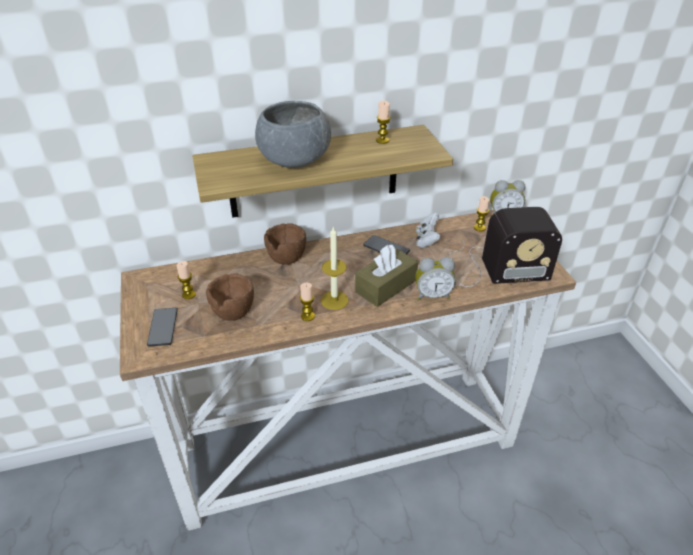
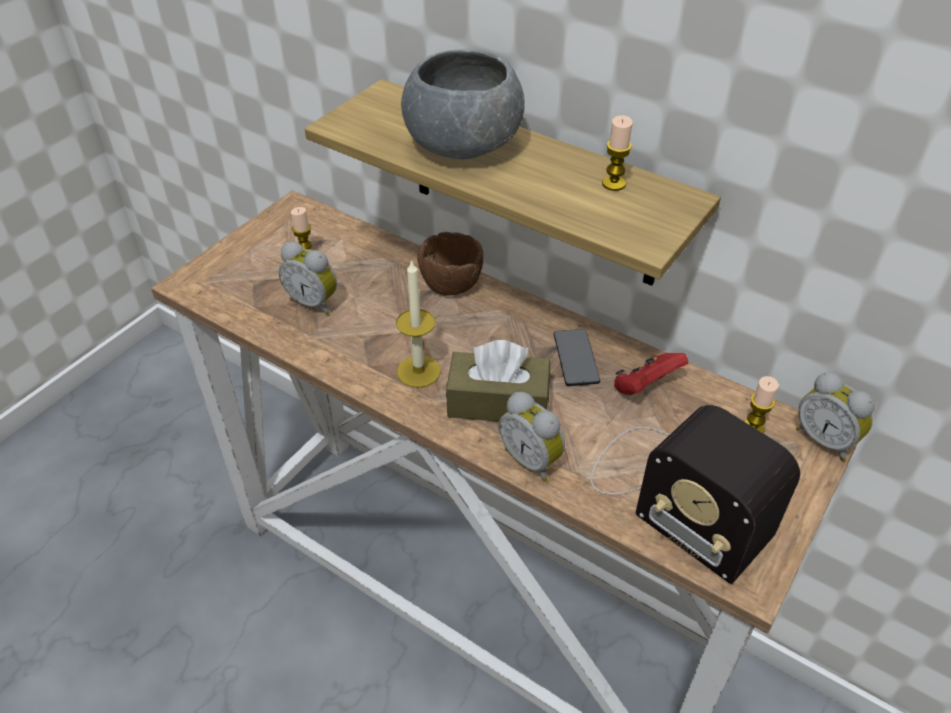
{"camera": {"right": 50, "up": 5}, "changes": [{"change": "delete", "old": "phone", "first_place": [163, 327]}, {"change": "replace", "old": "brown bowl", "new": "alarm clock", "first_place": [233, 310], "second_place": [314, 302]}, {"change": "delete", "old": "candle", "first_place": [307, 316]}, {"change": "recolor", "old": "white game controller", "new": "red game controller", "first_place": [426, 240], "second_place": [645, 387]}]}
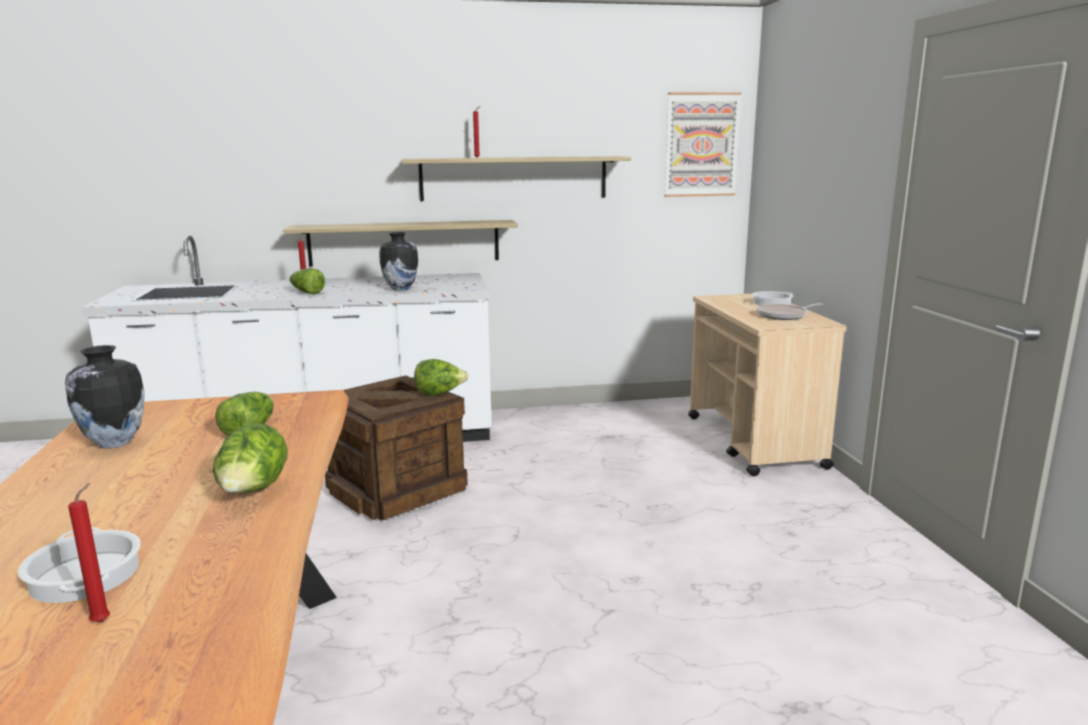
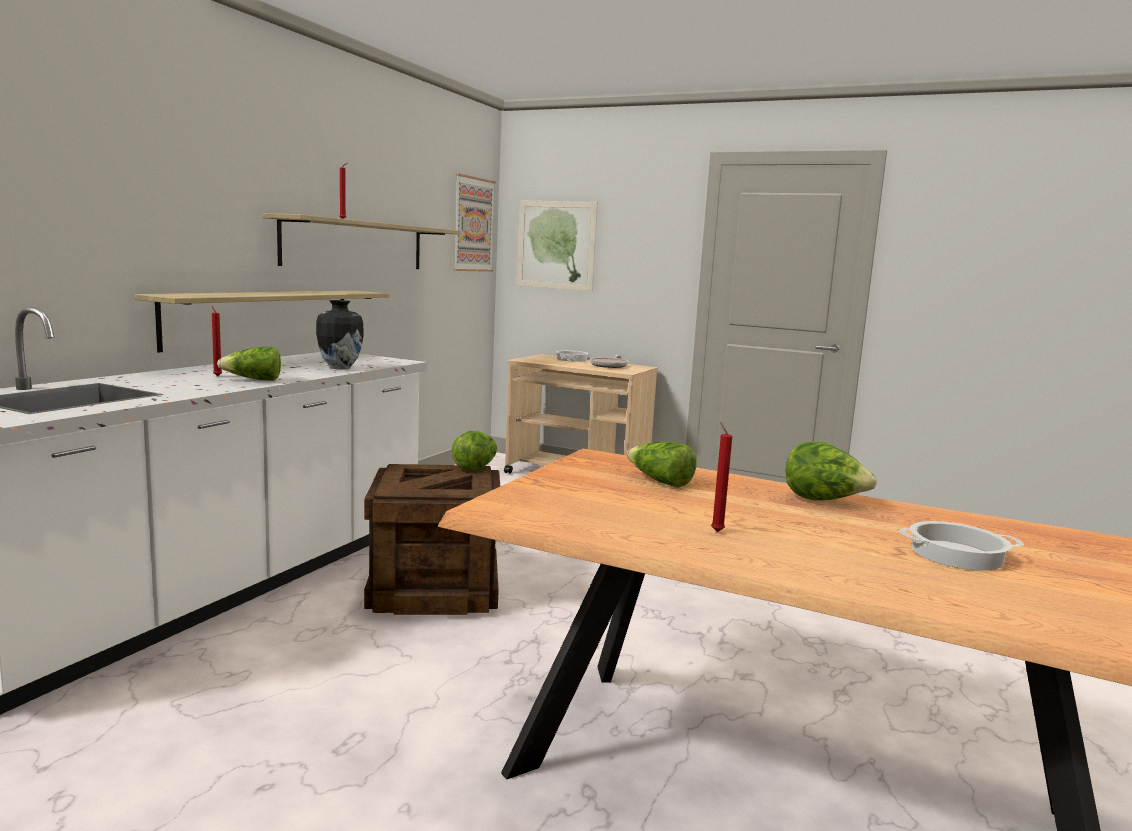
{"camera": {"right": -55, "up": -5}, "changes": [{"change": "delete", "old": "vase", "first_place": [114, 443]}, {"change": "move", "old": "red candle", "first_place": [104, 621], "second_place": [716, 531]}, {"change": "insert", "new": "picture", "second_place": [556, 245]}]}
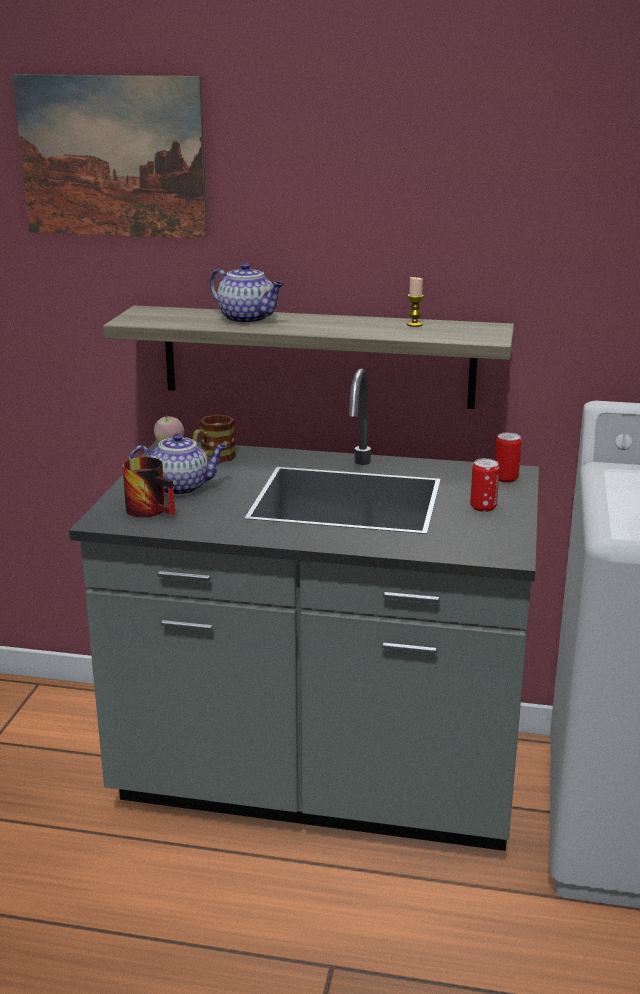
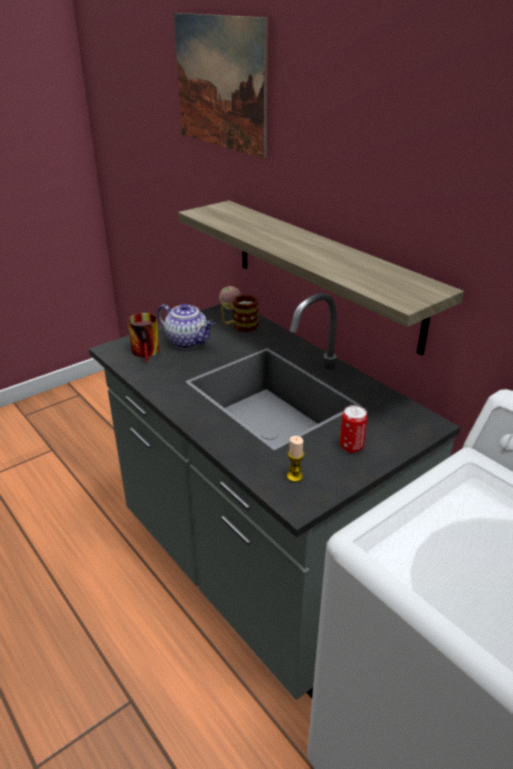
{"camera": {"right": 40, "up": 10}, "changes": [{"change": "delete", "old": "teapot", "first_place": [248, 319]}, {"change": "move", "old": "candle", "first_place": [414, 324], "second_place": [294, 476]}, {"change": "delete", "old": "can", "first_place": [506, 478]}]}
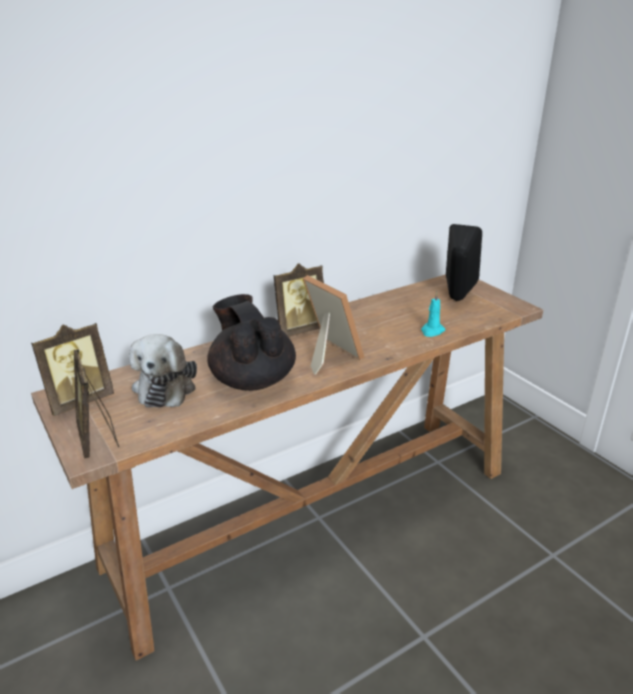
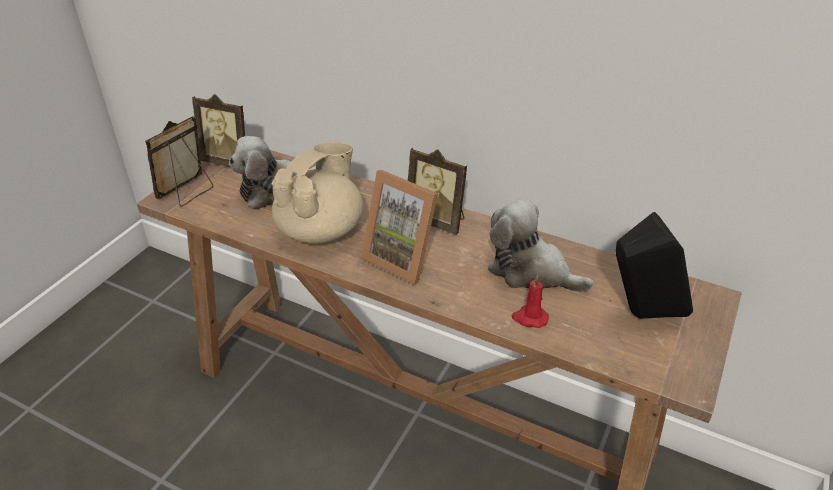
{"camera": {"right": 60, "up": 10}, "changes": [{"change": "recolor", "old": "black teapot", "new": "beige teapot", "first_place": [252, 380], "second_place": [321, 230]}, {"change": "rotate", "old": "picture frame", "first_place": [327, 355], "second_place": [403, 258], "degrees": 105}, {"change": "recolor", "old": "turquoise candle", "new": "red candle", "first_place": [432, 331], "second_place": [529, 318]}, {"change": "insert", "new": "plush toy", "second_place": [531, 271]}]}
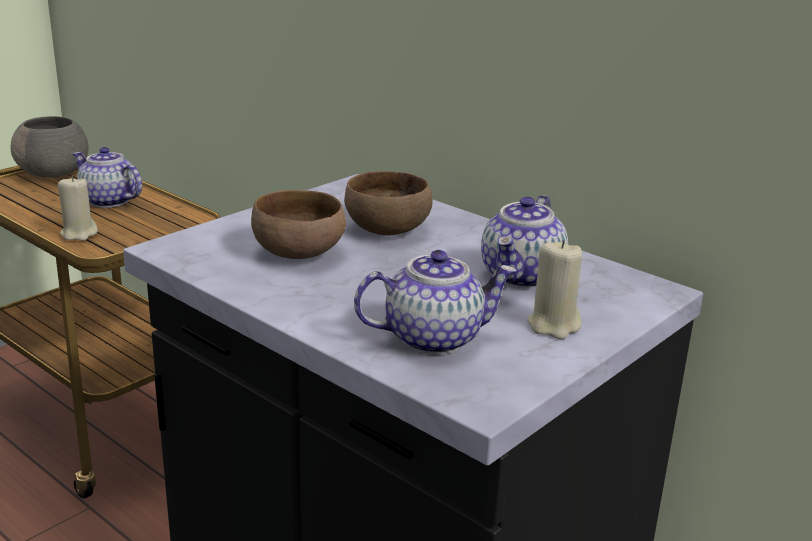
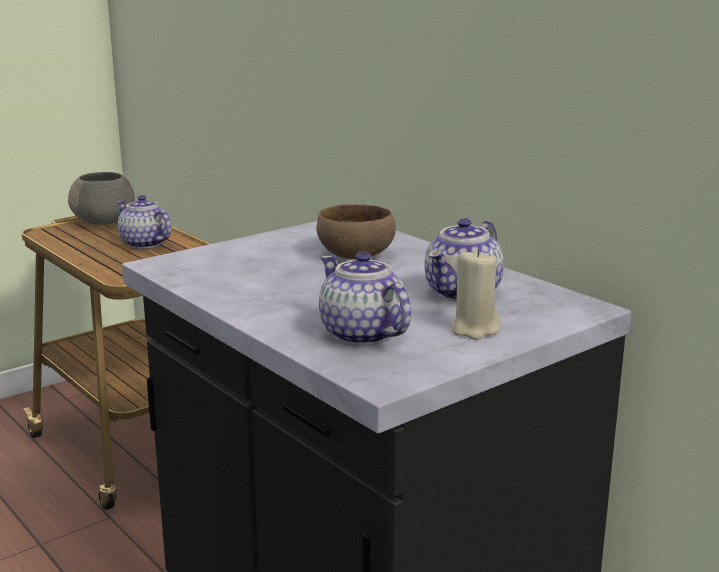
{"camera": {"right": 10, "up": -5}, "changes": [{"change": "delete", "old": "beige candle", "first_place": [79, 233]}, {"change": "delete", "old": "brown bowl", "first_place": [300, 253]}, {"change": "rotate", "old": "teapot", "first_place": [434, 337], "second_place": [361, 334], "degrees": -120}]}
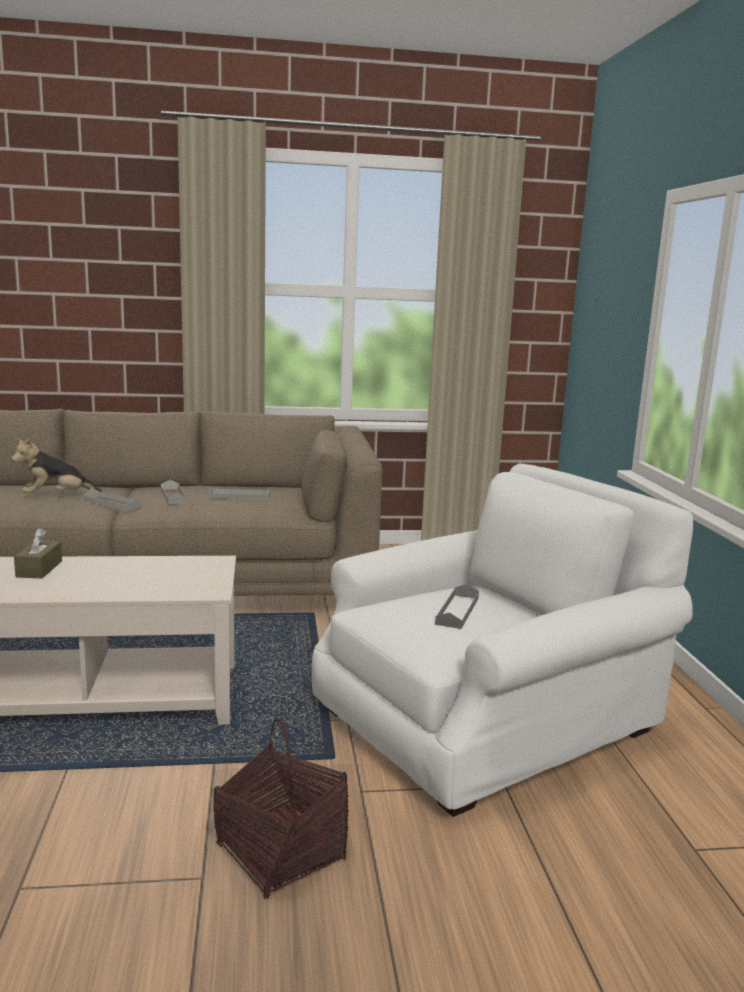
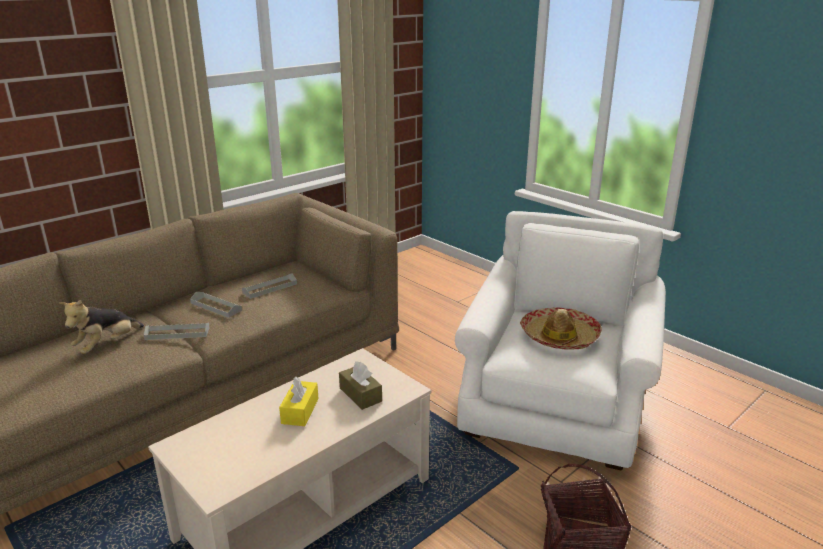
{"camera": {"right": -35, "up": 10}, "changes": [{"change": "move", "old": "brown tissue box", "first_place": [39, 569], "second_place": [360, 395]}, {"change": "replace", "old": "grey tray", "new": "hat", "first_place": [457, 611], "second_place": [559, 337]}, {"change": "insert", "new": "yellow tissue box", "second_place": [300, 411]}]}
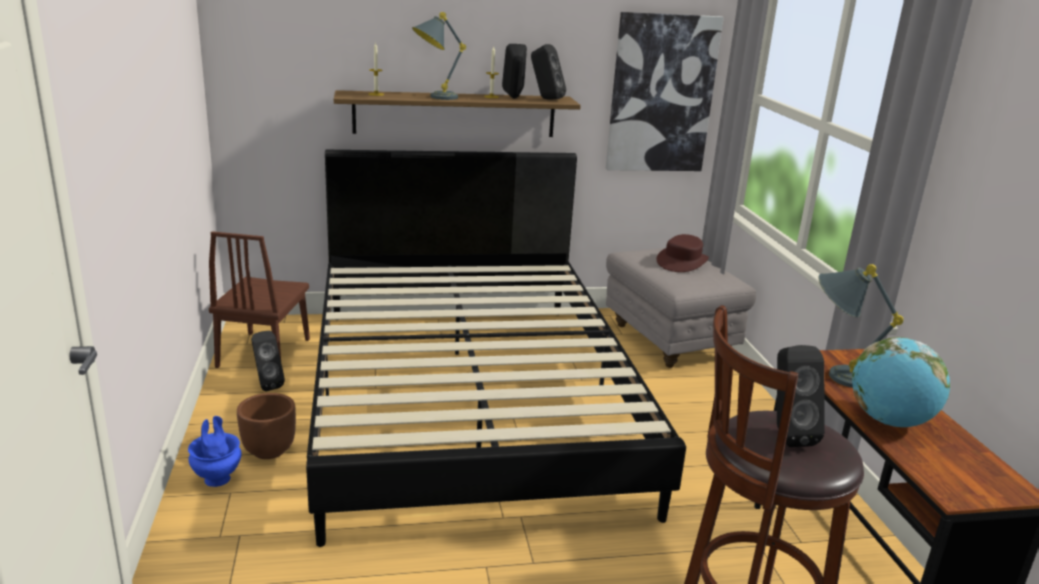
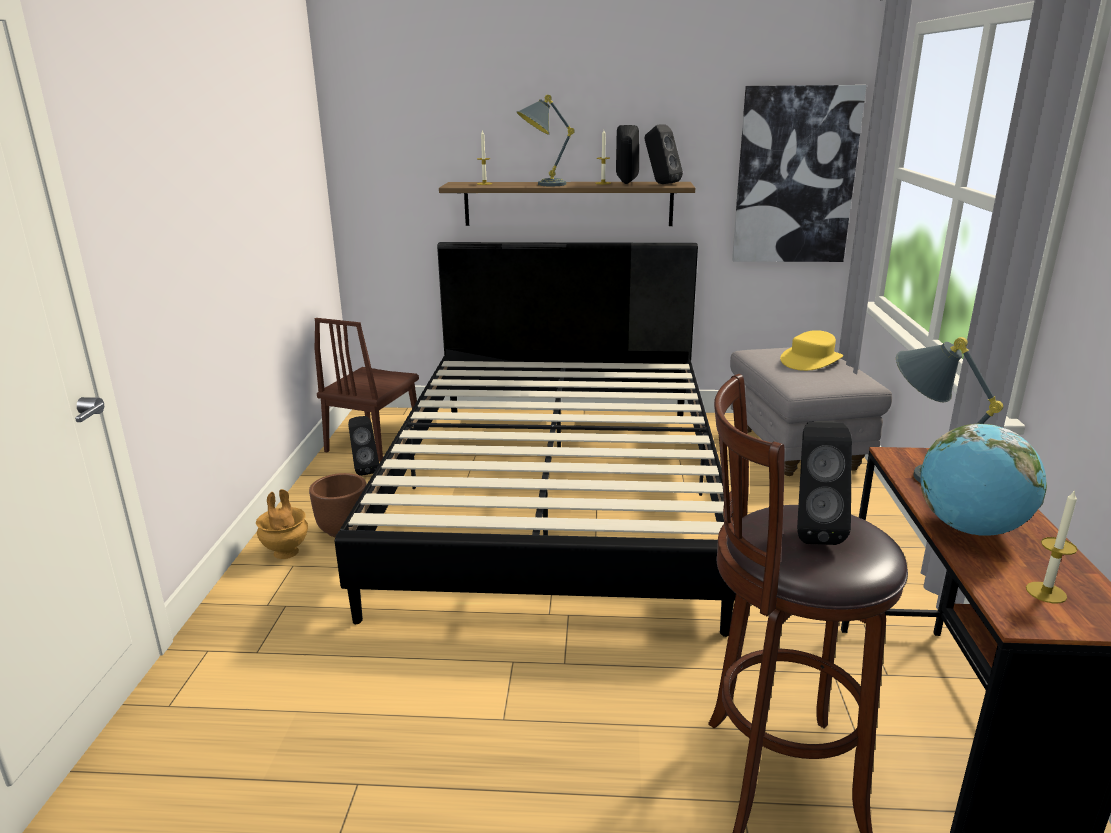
{"camera": {"right": 15, "up": 0}, "changes": [{"change": "recolor", "old": "blue vase", "new": "brown vase", "first_place": [218, 478], "second_place": [286, 552]}, {"change": "recolor", "old": "brown hat", "new": "yellow hat", "first_place": [682, 261], "second_place": [811, 360]}, {"change": "insert", "new": "candle", "second_place": [1046, 592]}]}
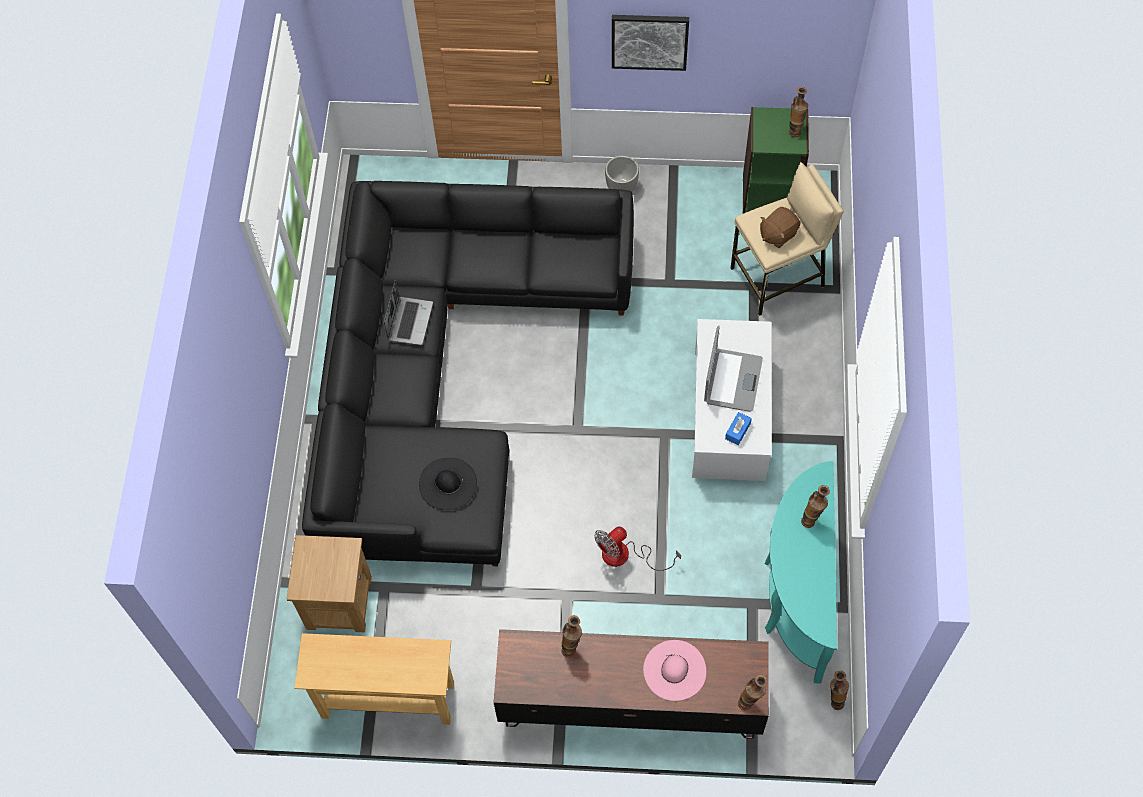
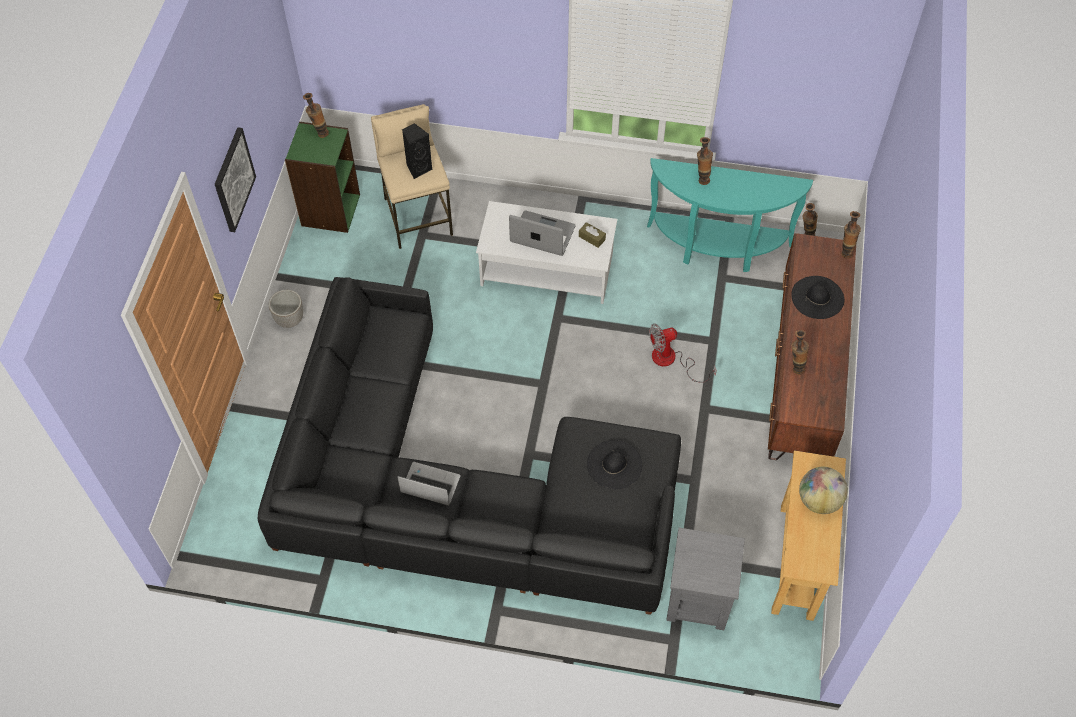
{"camera": {"right": -85, "up": -5}, "changes": [{"change": "recolor", "old": "brown side table", "new": "grey side table", "first_place": [339, 601], "second_place": [697, 599]}, {"change": "rotate", "old": "fan", "first_place": [625, 556], "second_place": [671, 360], "degrees": 105}, {"change": "recolor", "old": "pink hat", "new": "black hat", "first_place": [674, 670], "second_place": [817, 297]}, {"change": "recolor", "old": "blue tissue box", "new": "brown tissue box", "first_place": [737, 431], "second_place": [592, 238]}, {"change": "replace", "old": "brown plush toy", "new": "black speaker", "first_place": [777, 234], "second_place": [418, 168]}, {"change": "insert", "new": "globe", "second_place": [819, 500]}]}
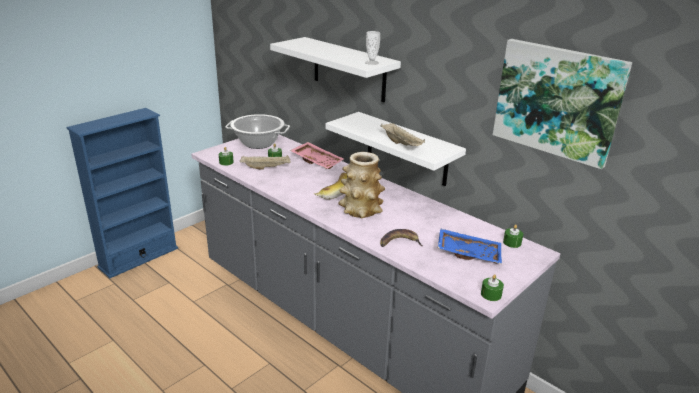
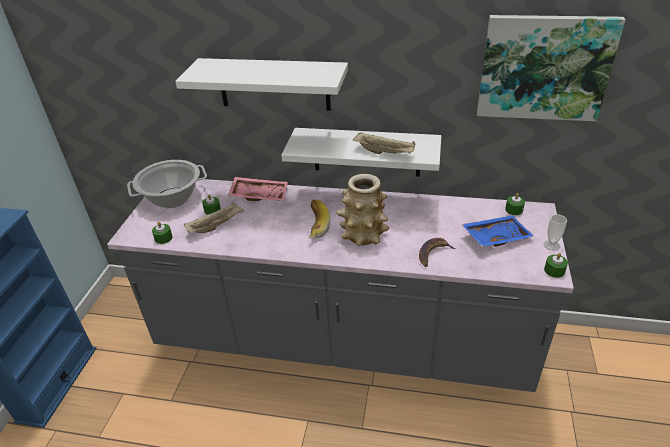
{"camera": {"right": -30, "up": 10}, "changes": [{"change": "move", "old": "cup", "first_place": [372, 62], "second_place": [551, 245]}]}
